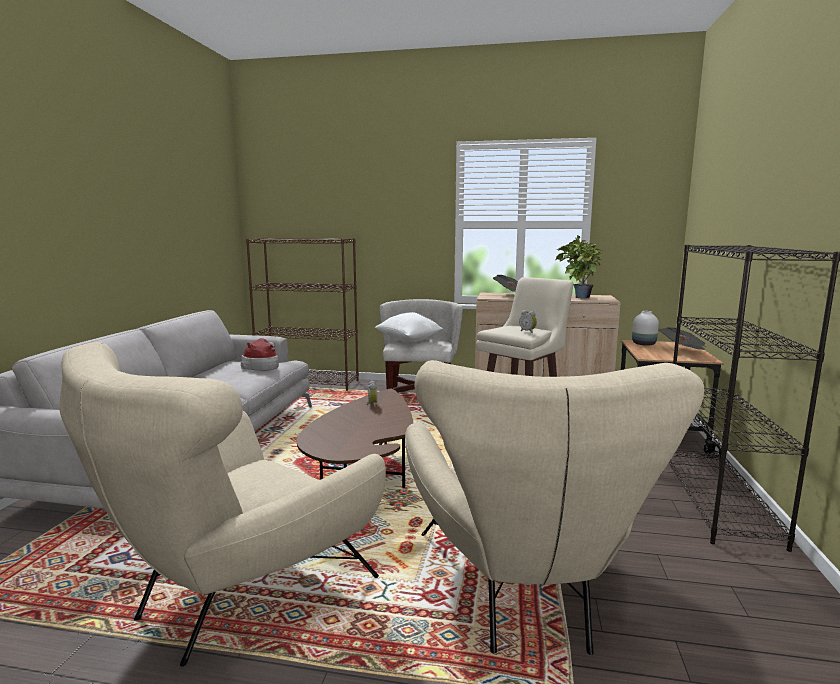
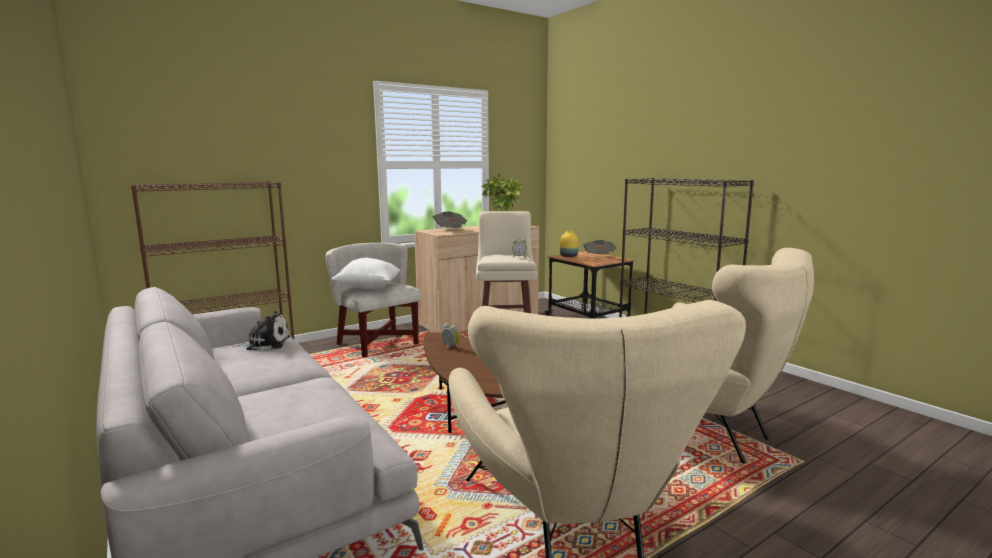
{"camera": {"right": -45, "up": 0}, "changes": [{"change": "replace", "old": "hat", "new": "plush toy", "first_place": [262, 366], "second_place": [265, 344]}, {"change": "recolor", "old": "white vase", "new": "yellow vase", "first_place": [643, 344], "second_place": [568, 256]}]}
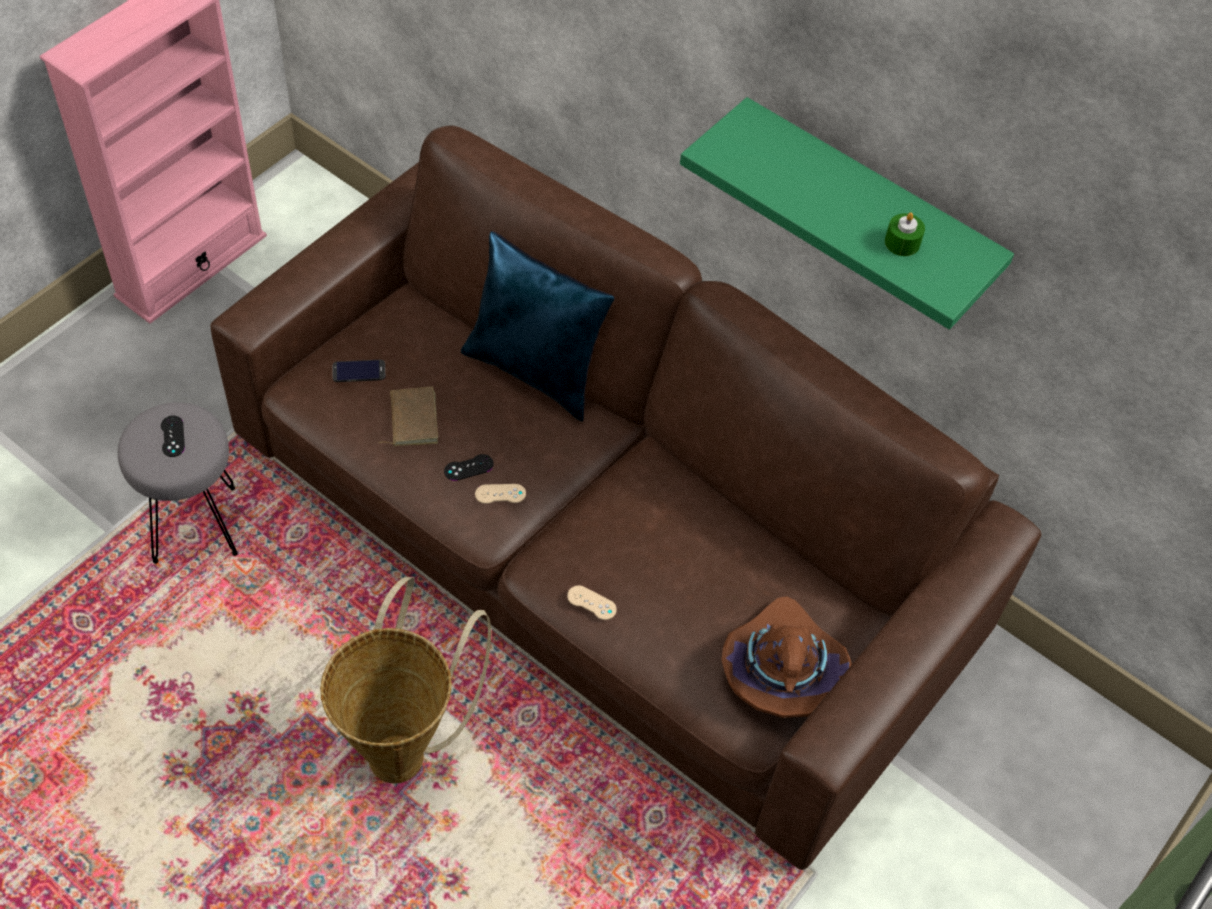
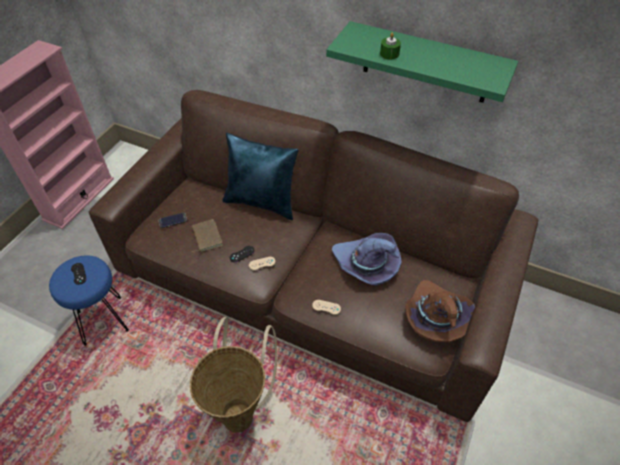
{"camera": {"right": -10, "up": -5}, "changes": [{"change": "recolor", "old": "grey stool", "new": "blue stool", "first_place": [196, 526], "second_place": [104, 321]}, {"change": "move", "old": "green candle", "first_place": [902, 242], "second_place": [389, 54]}, {"change": "insert", "new": "purple hat", "second_place": [366, 265]}]}
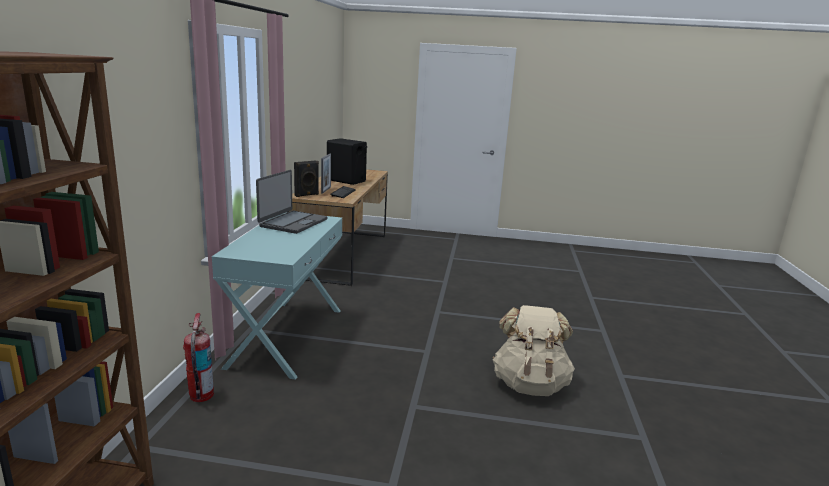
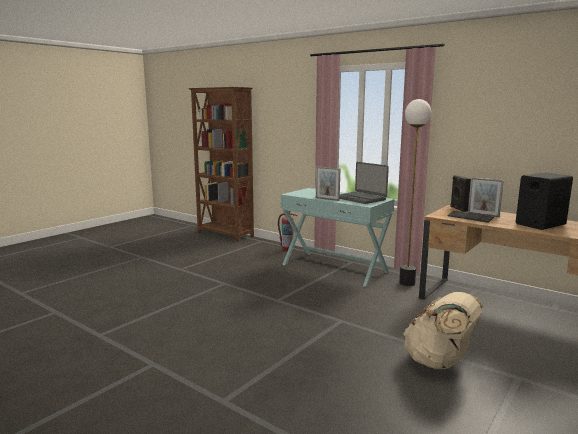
{"camera": {"right": 120, "up": -5}, "changes": [{"change": "move", "old": "beige backpack", "first_place": [529, 384], "second_place": [439, 362]}, {"change": "insert", "new": "picture frame", "second_place": [327, 199]}, {"change": "insert", "new": "floor lamp", "second_place": [407, 283]}]}
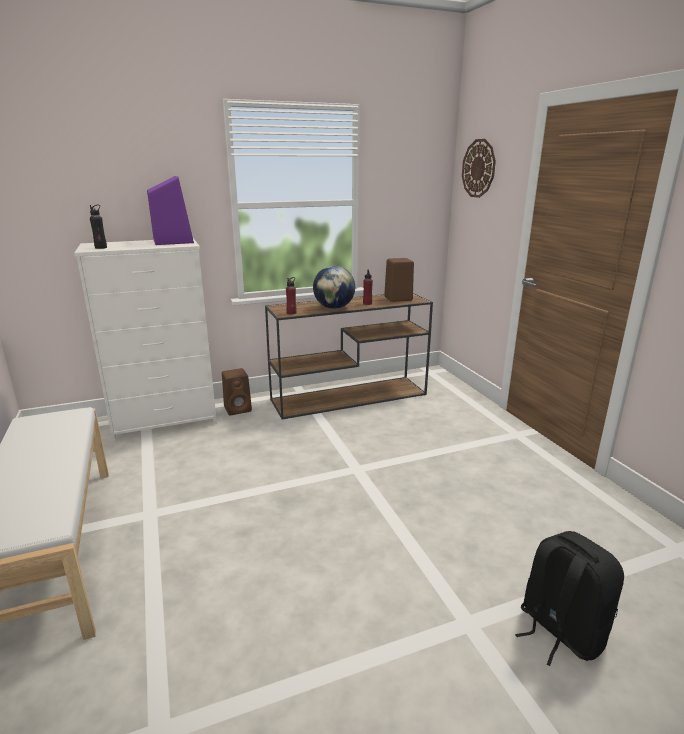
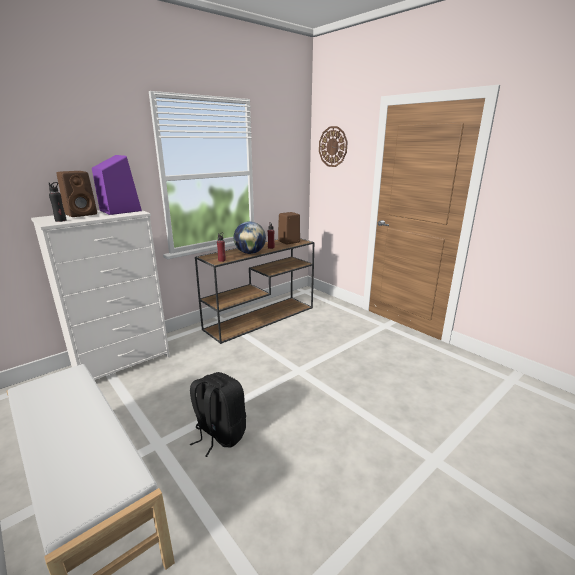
{"camera": {"right": -20, "up": 0}, "changes": [{"change": "move", "old": "brown speaker", "first_place": [238, 409], "second_place": [82, 214]}, {"change": "move", "old": "black backpack", "first_place": [559, 630], "second_place": [219, 434]}]}
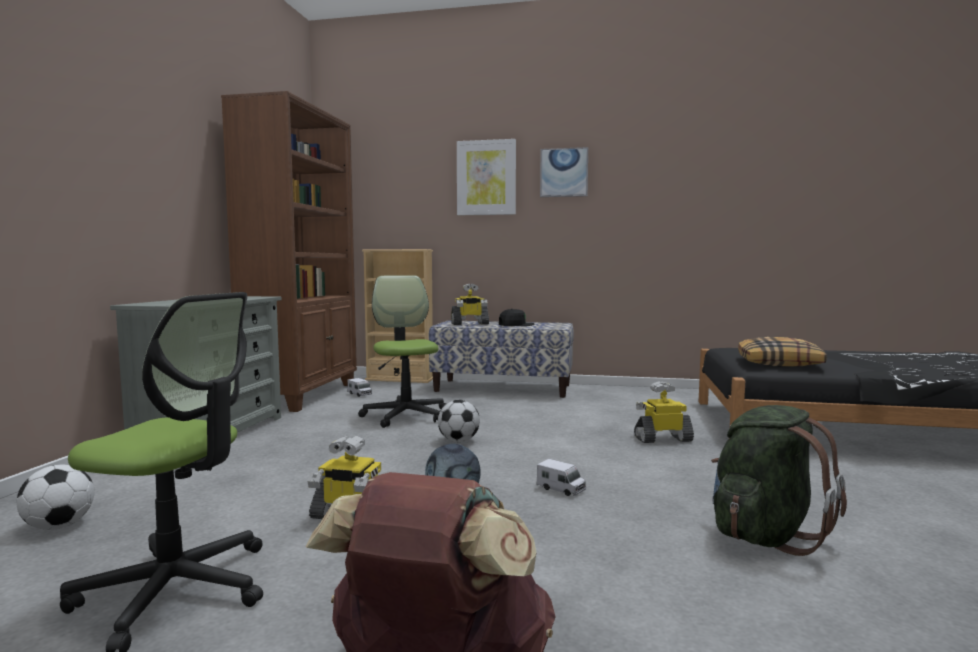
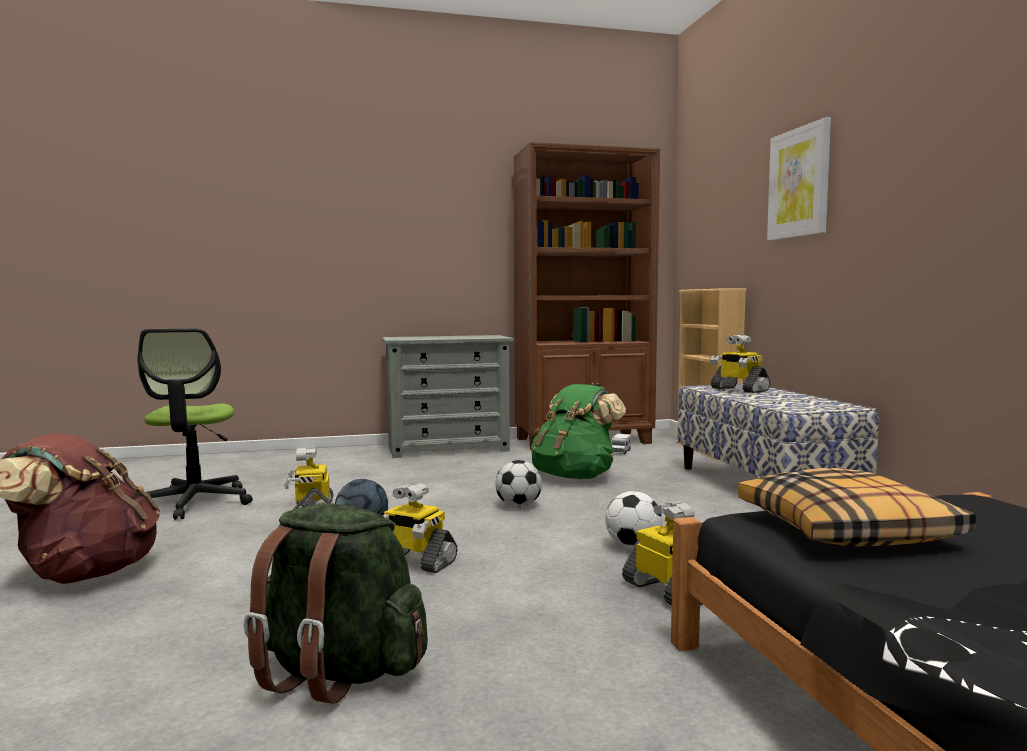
{"camera": {"right": 65, "up": 0}, "changes": [{"change": "move", "old": "football", "first_place": [58, 526], "second_place": [633, 546]}, {"change": "replace", "old": "office chair", "new": "green backpack", "first_place": [405, 415], "second_place": [574, 477]}, {"change": "delete", "old": "black cap", "first_place": [515, 324]}, {"change": "replace", "old": "toy truck", "new": "toy robot", "first_place": [561, 489], "second_place": [414, 562]}, {"change": "delete", "old": "picture", "first_place": [564, 172]}]}
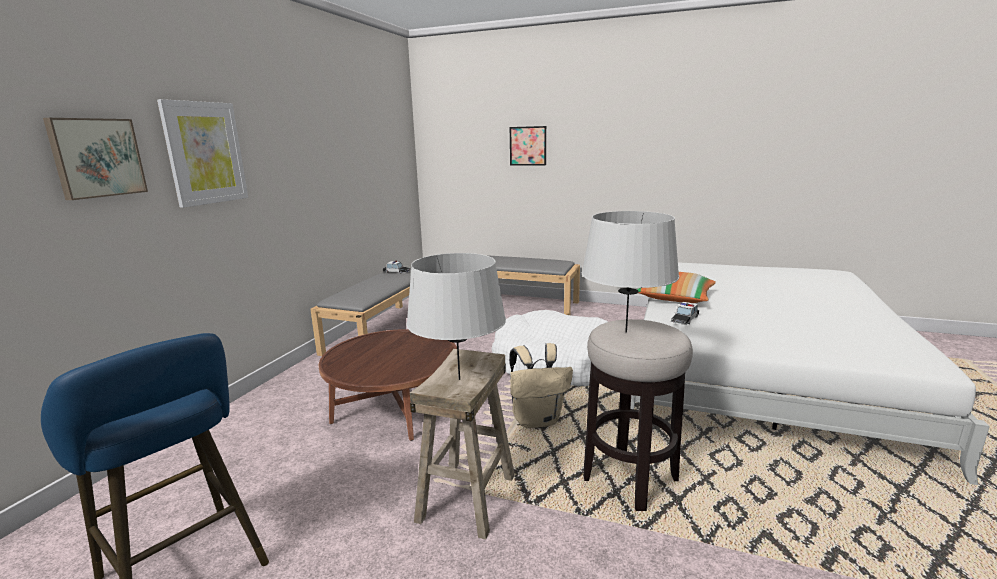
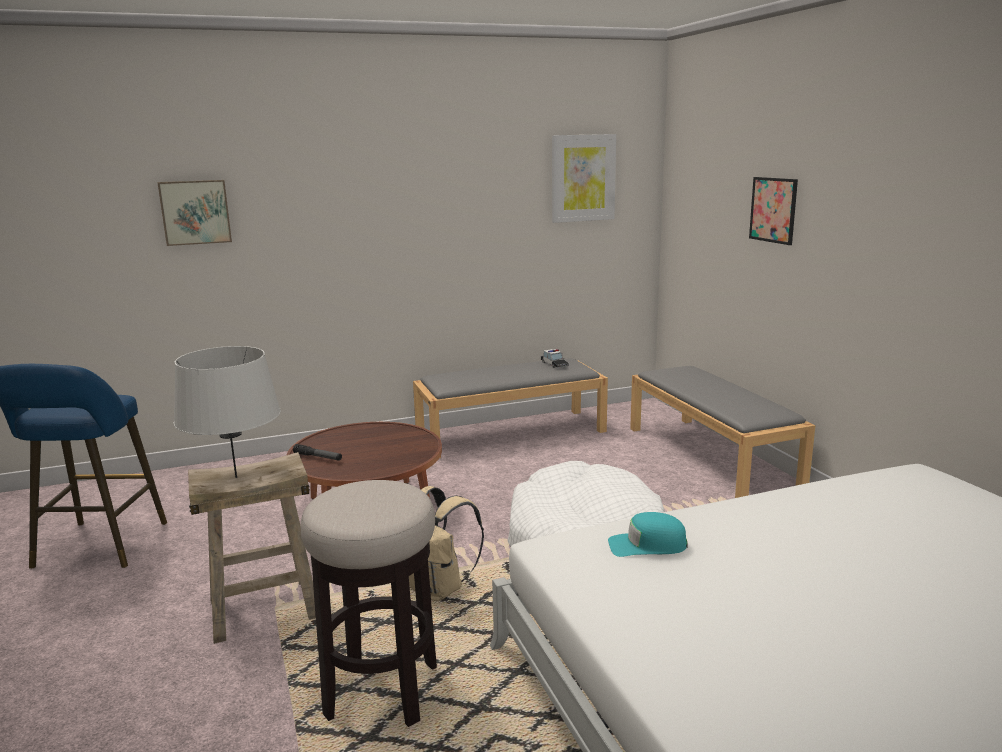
{"camera": {"right": 50, "up": 0}, "changes": [{"change": "move", "old": "picture", "first_place": [205, 153], "second_place": [583, 178]}, {"change": "delete", "old": "grey table lamp", "first_place": [625, 331]}, {"change": "delete", "old": "pillow", "first_place": [675, 298]}, {"change": "replace", "old": "toy car", "new": "turquoise cap", "first_place": [685, 319], "second_place": [647, 545]}, {"change": "insert", "new": "flashlight", "second_place": [318, 457]}]}
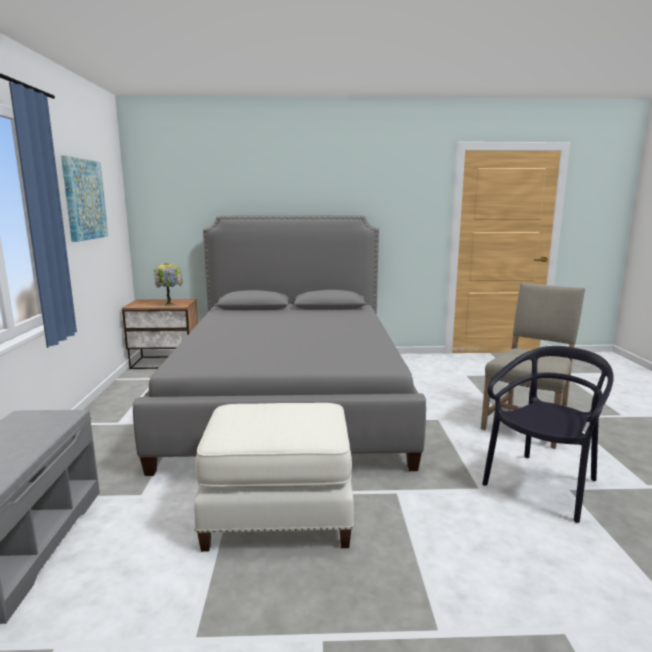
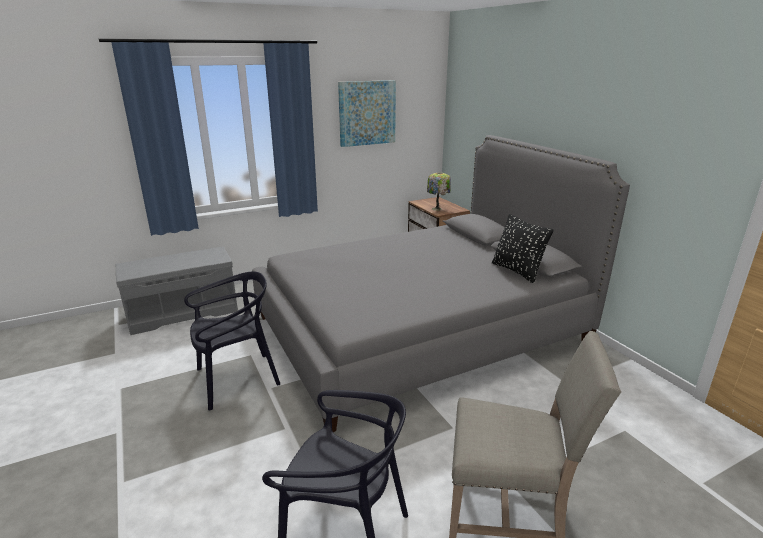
{"camera": {"right": 65, "up": 10}, "changes": [{"change": "replace", "old": "white ottoman", "new": "black chair", "first_place": [279, 513], "second_place": [237, 379]}, {"change": "insert", "new": "black pillow", "second_place": [517, 271]}]}
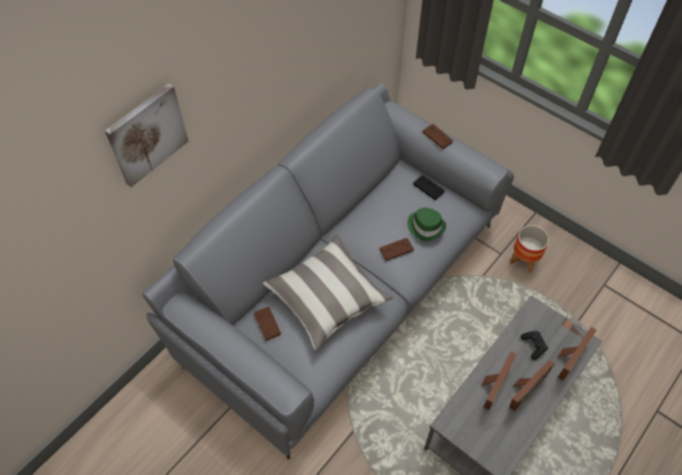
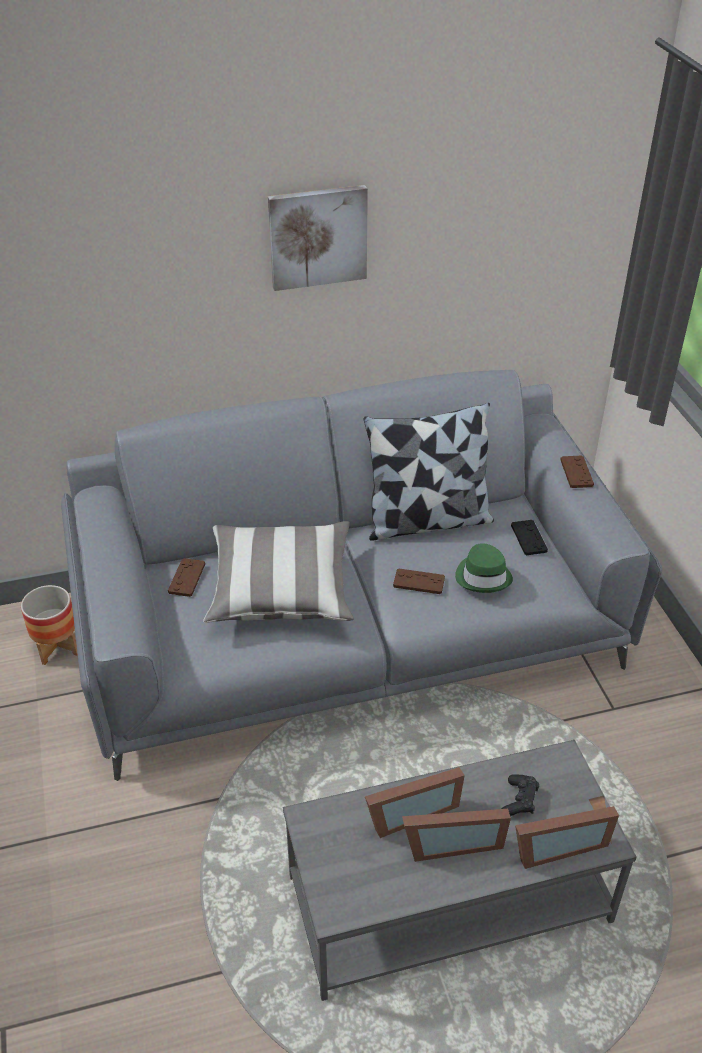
{"camera": {"right": 35, "up": -15}, "changes": [{"change": "move", "old": "picture", "first_place": [147, 134], "second_place": [317, 236]}, {"change": "move", "old": "planter", "first_place": [524, 260], "second_place": [57, 647]}, {"change": "insert", "new": "pillow", "second_place": [427, 520]}]}
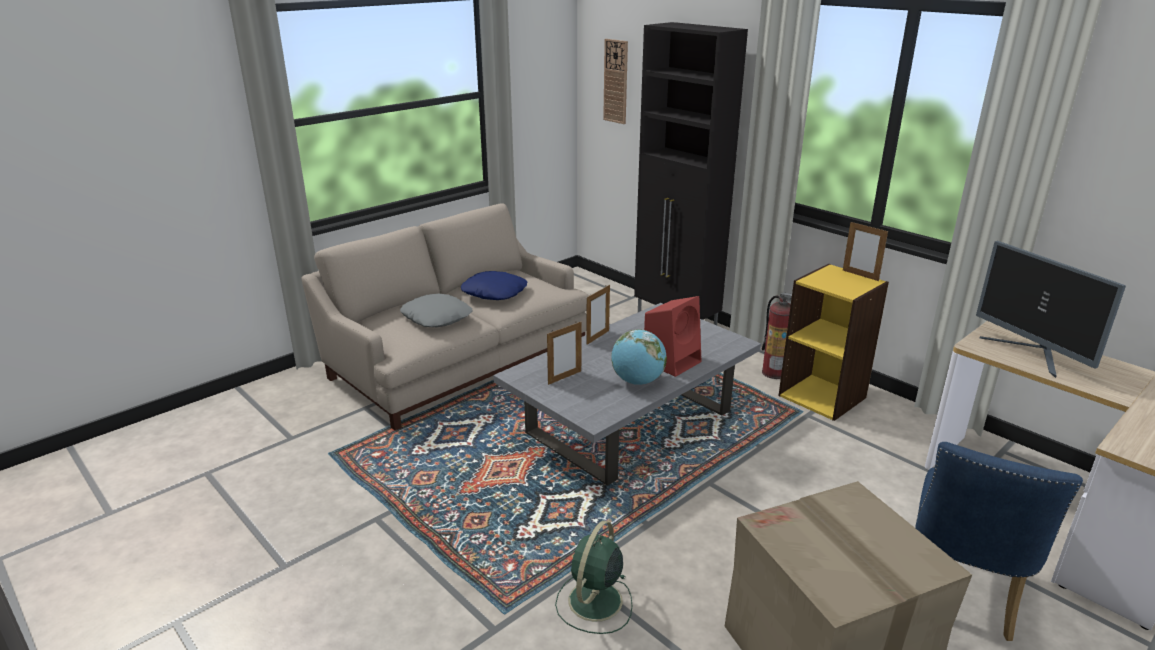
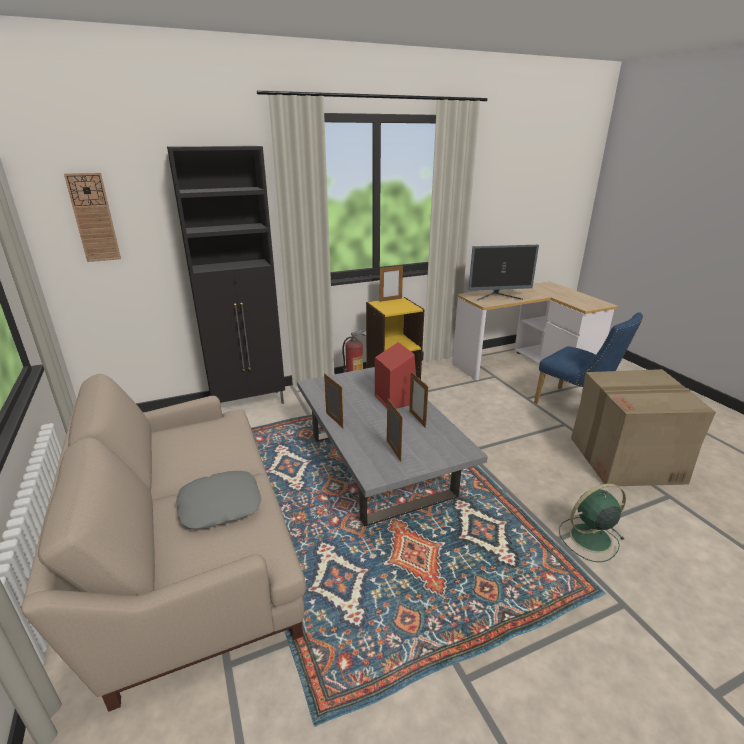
{"camera": {"right": -70, "up": 0}, "changes": [{"change": "delete", "old": "blue pillow", "first_place": [494, 292]}, {"change": "rotate", "old": "green fan", "first_place": [594, 602], "second_place": [588, 538], "degrees": 120}, {"change": "replace", "old": "globe", "new": "picture frame", "first_place": [637, 381], "second_place": [417, 419]}]}
